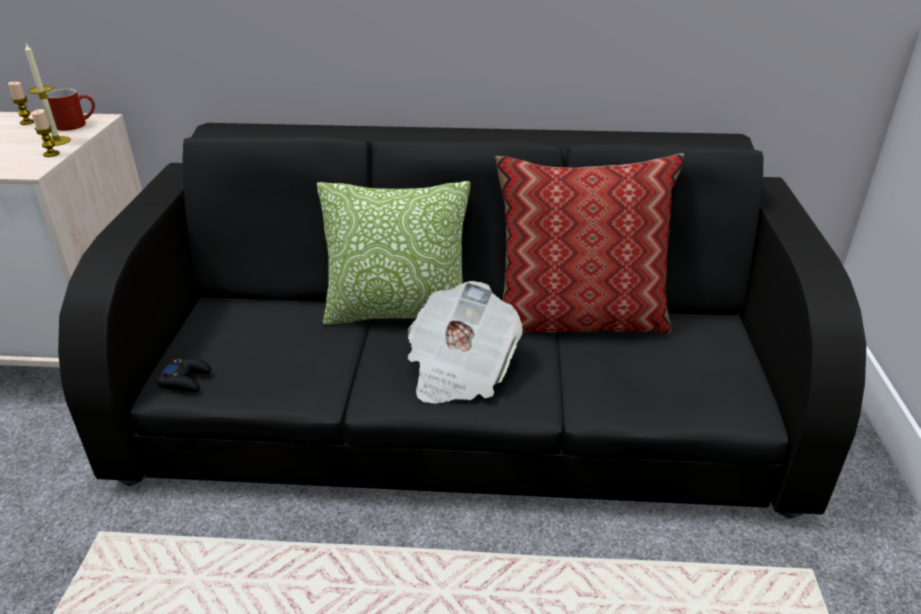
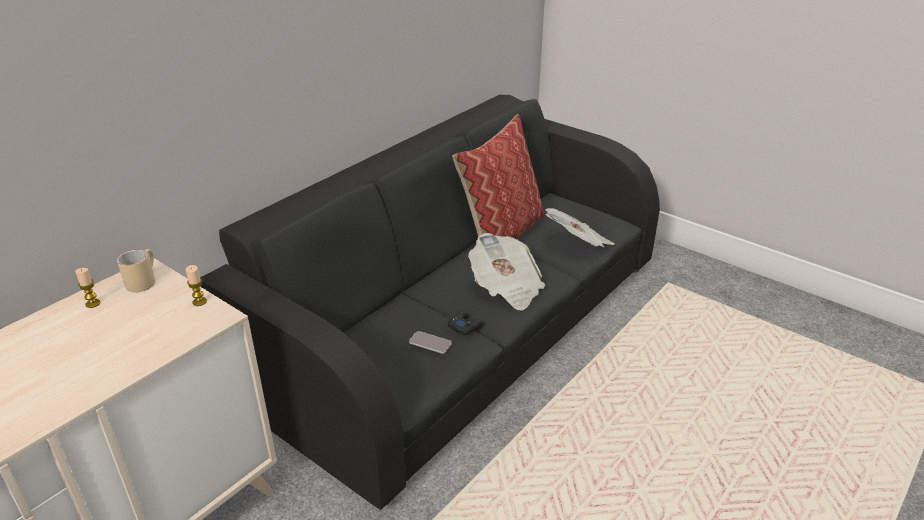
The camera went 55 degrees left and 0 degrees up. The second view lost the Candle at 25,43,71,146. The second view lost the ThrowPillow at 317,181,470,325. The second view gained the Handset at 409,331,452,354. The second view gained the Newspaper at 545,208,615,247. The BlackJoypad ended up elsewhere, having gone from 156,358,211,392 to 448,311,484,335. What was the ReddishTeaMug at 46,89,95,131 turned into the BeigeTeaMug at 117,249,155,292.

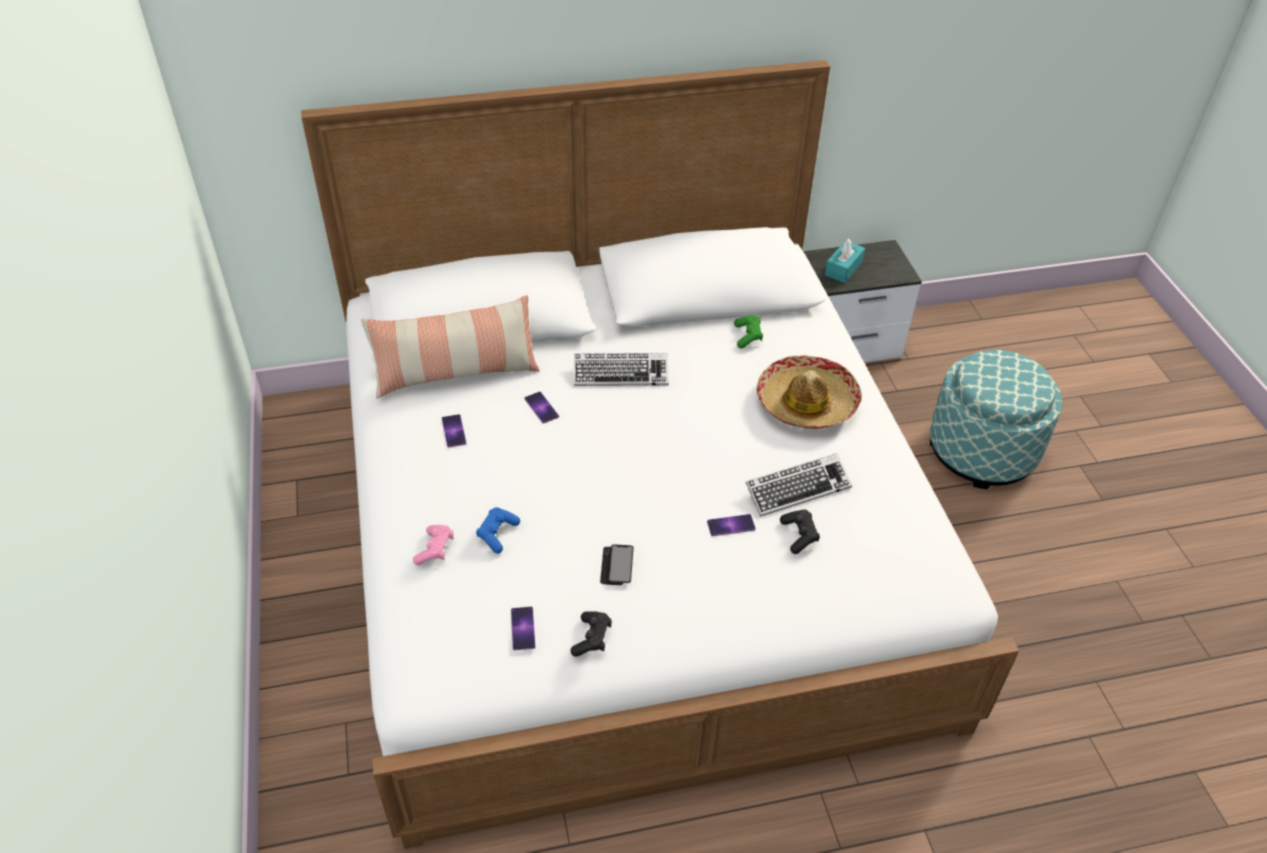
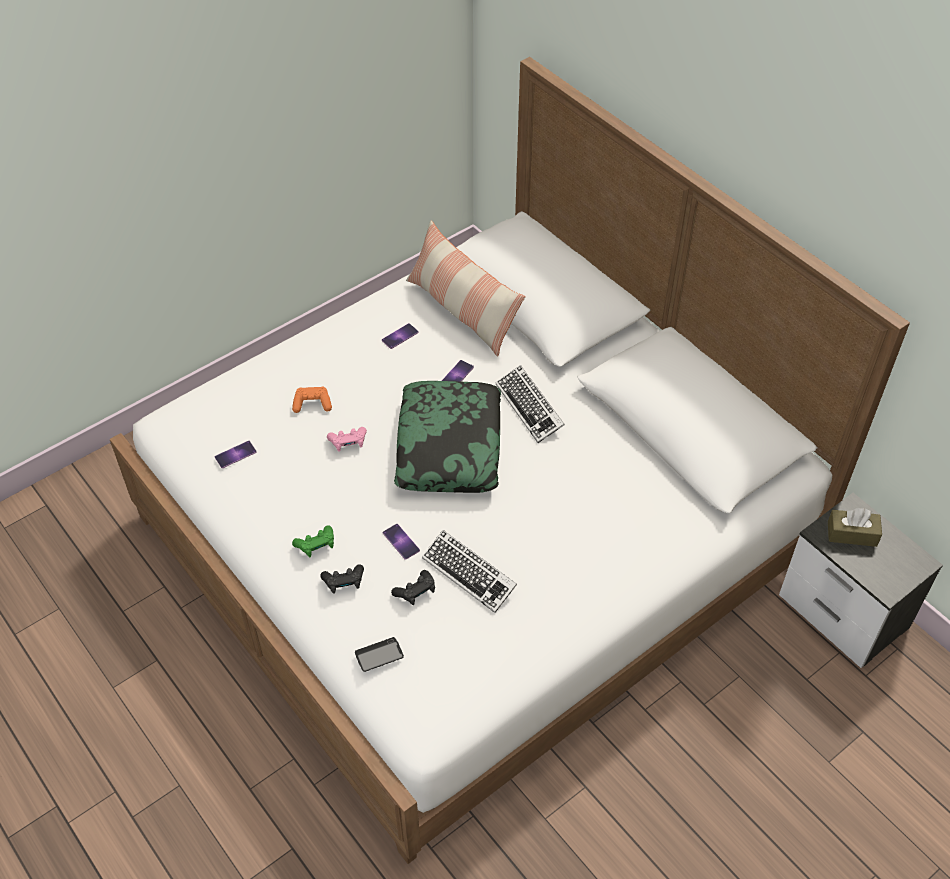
The camera went 65 degrees right and 5 degrees up. The second view lost the ClothingHat at 757,355,862,429. The second view lost the Pouffe at 930,350,1062,489. The second view gained the ThrowPillow at 394,381,501,493. The PinkColouredJoypad ended up elsewhere, having gone from 413,525,454,565 to 327,427,367,452. The BlackJoypad ended up elsewhere, having gone from 571,611,612,657 to 320,564,364,594. The Handset ended up elsewhere, having gone from 600,544,634,585 to 355,637,404,672. The GreenishJoypad ended up elsewhere, having gone from 734,315,763,348 to 292,525,334,557. What was the BlueColouredJoypad at 476,507,520,554 turned into the OrangeColouredJoypad at 292,386,332,413. What was the TurquoiseColouredTissueHolder at 825,238,865,283 turned into the BrownColouredTissueHolder at 828,508,882,547.

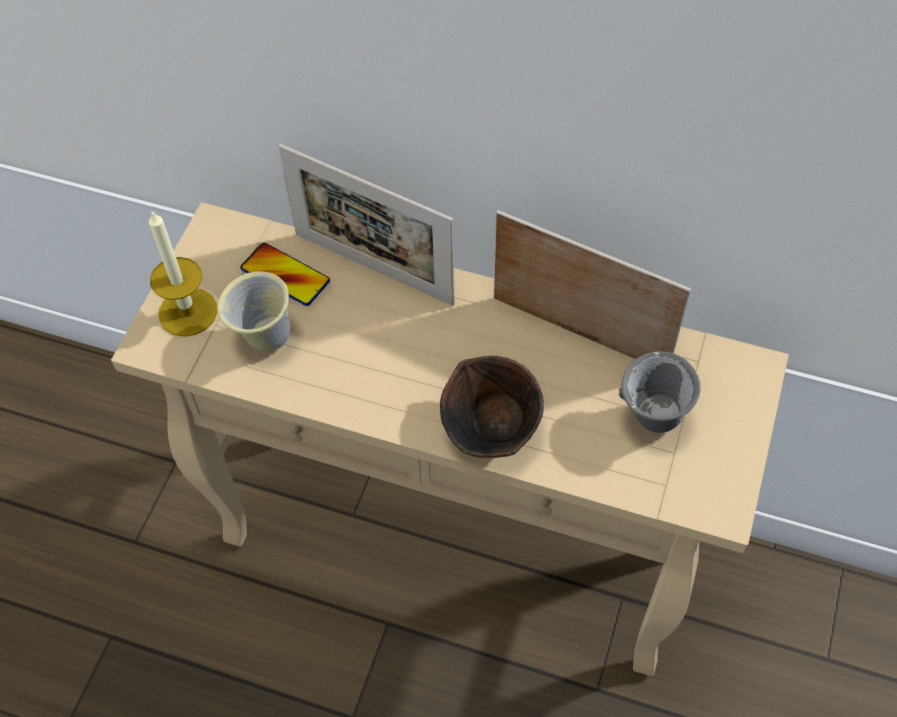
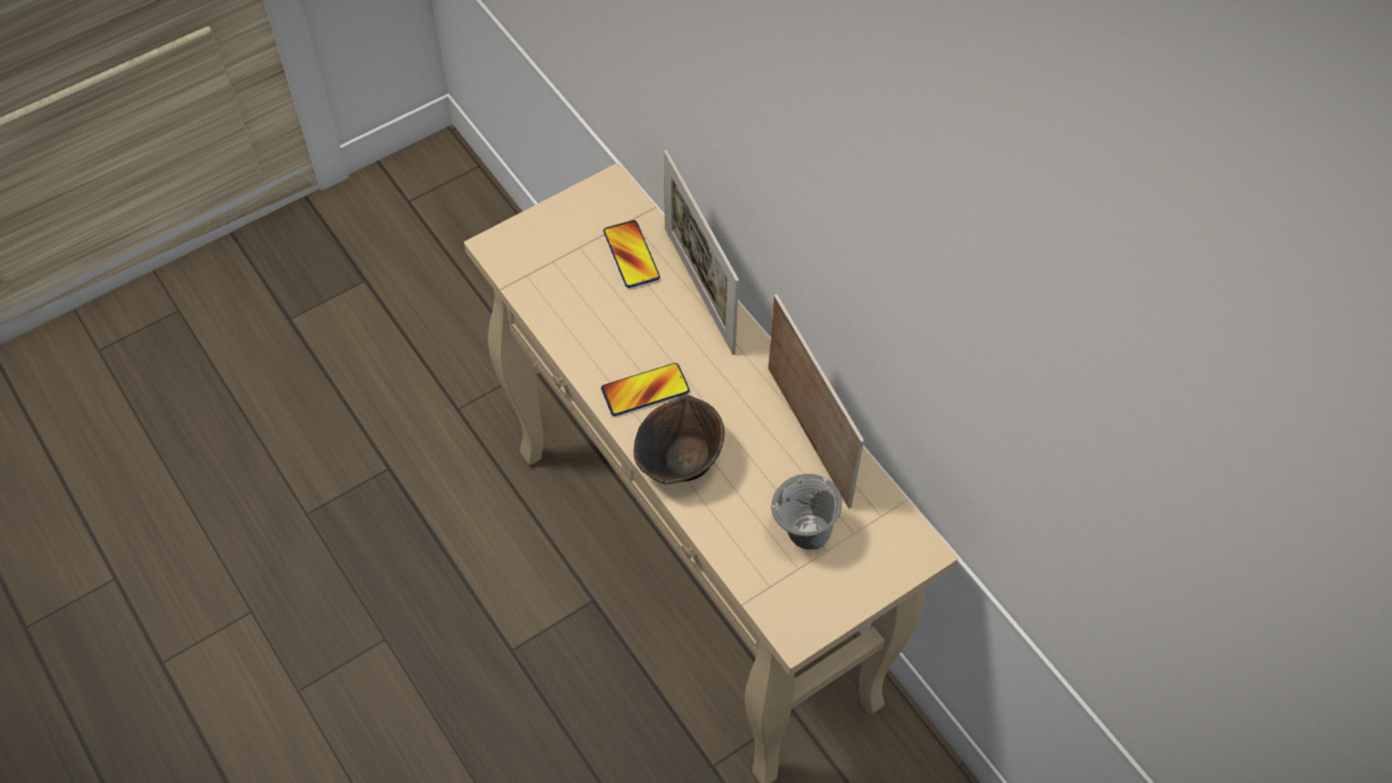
The camera went 35 degrees right and 0 degrees up. The second view lost the Candle at 149,211,217,337. The second view lost the BeigeTeaMug at 218,271,290,351. The second view gained the Handset at 601,363,690,416.

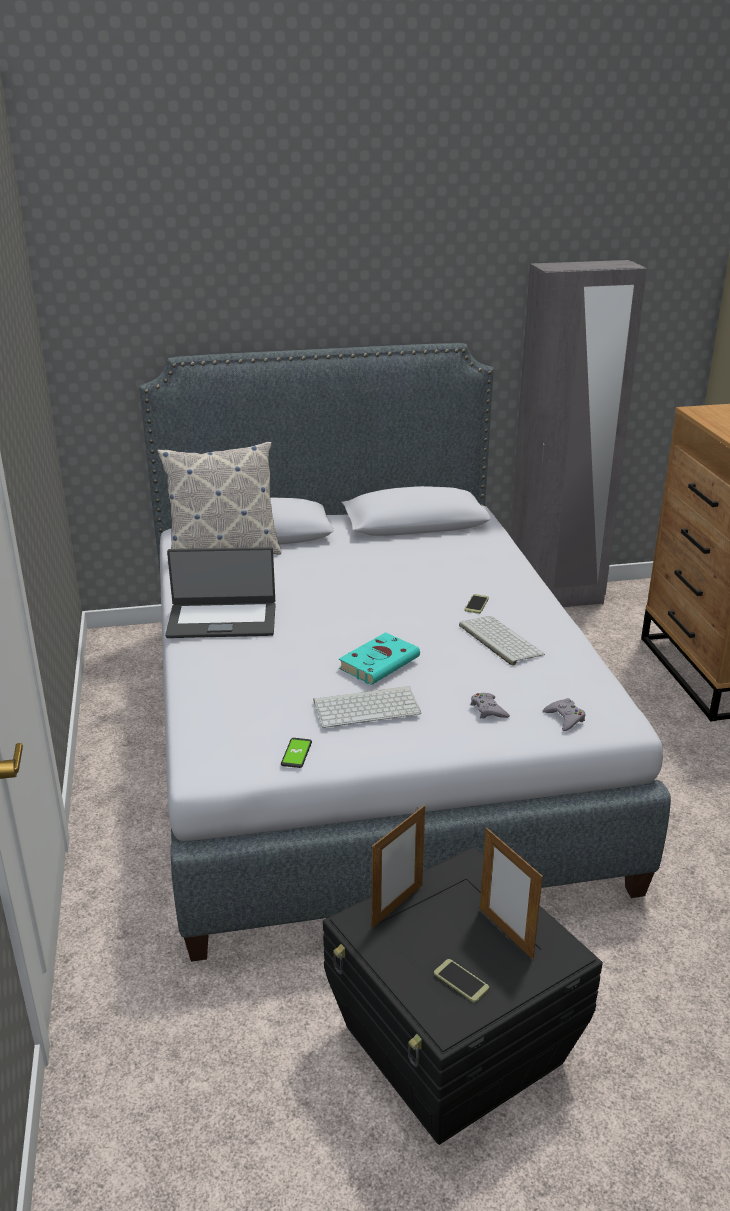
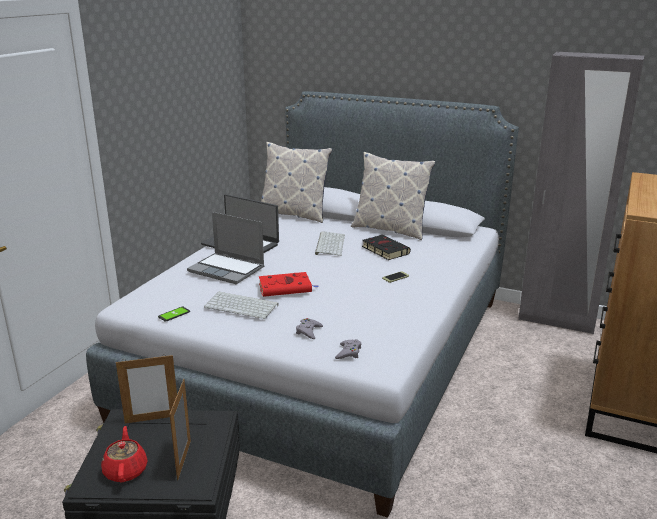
The camera went 35 degrees right and 5 degrees down. The second view gained the NotebookComputer at 187,212,265,284. The second view gained the ThrowPillow at 351,152,436,240. The second view gained the BlackVolume at 362,235,411,260. The ComputerKeyboard ended up elsewhere, having gone from 459,616,545,666 to 315,231,345,256. Where the Handset stood at 434,959,489,1003, the ReddishTeaPot came to stand at 101,426,148,482. What was the TurquoiseColouredVolume at 339,632,420,685 turned into the ReddishVolume at 259,272,319,297.

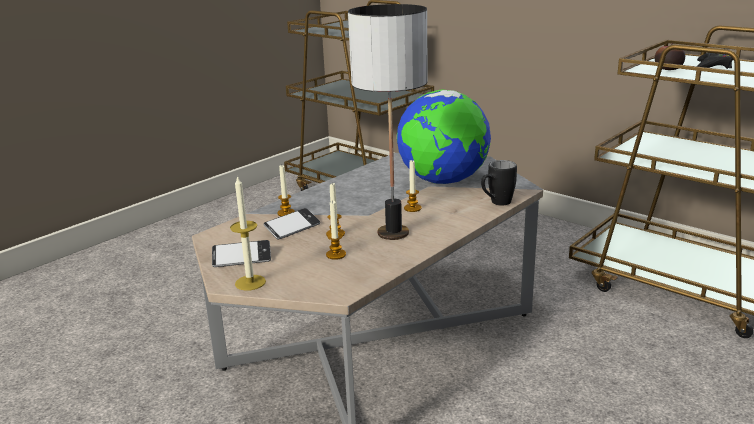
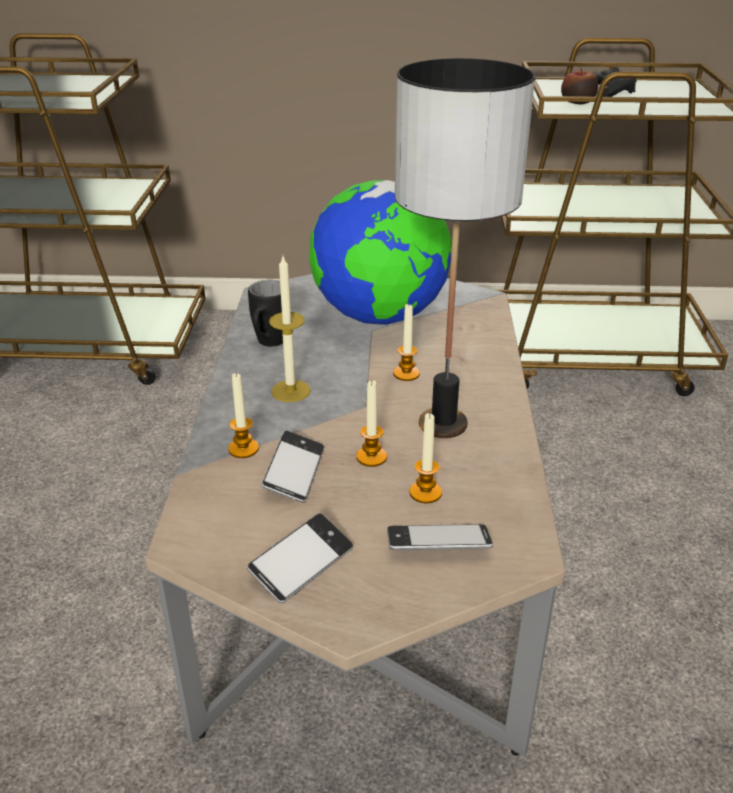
The camera went 40 degrees left and 10 degrees up. The second view gained the Handset at 387,524,493,550. The Candle ended up elsewhere, having gone from 230,175,266,291 to 269,256,311,402. The BlackTeaMug ended up elsewhere, having gone from 481,160,517,206 to 248,280,283,347.

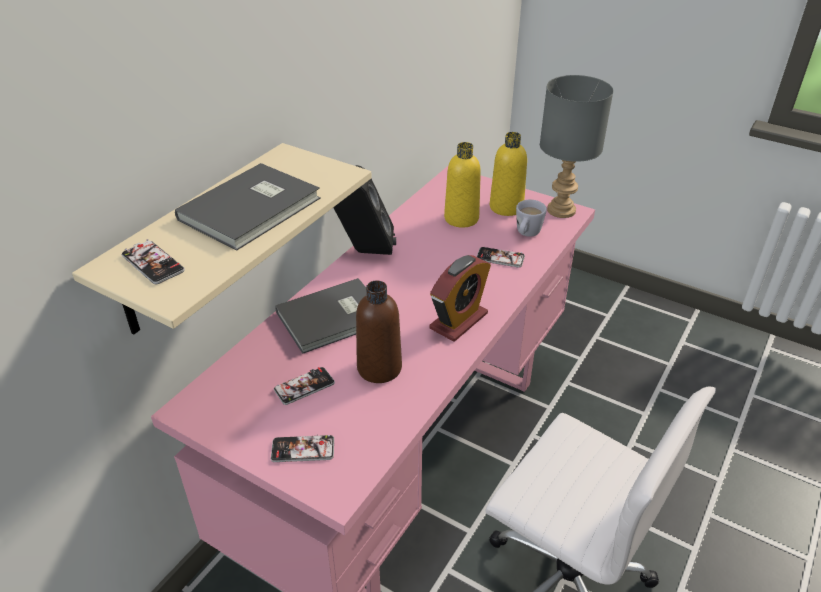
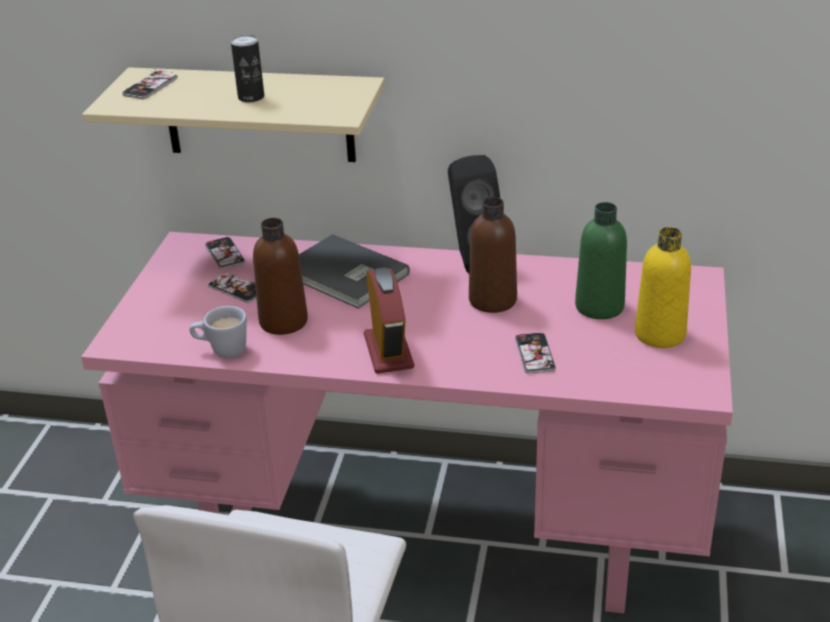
The camera went 70 degrees right and 5 degrees down. The second view lost the GreyLampForATable at 540,75,614,218. The second view gained the BrownColouredBeverageBottle at 469,197,517,313. The Handset ended up elsewhere, having gone from 271,435,334,462 to 205,237,245,269. The WhiteColouredTeaMug ended up elsewhere, having gone from 516,200,547,237 to 189,306,247,358. Where the GreyVolume stood at 175,163,321,250, the MetalCan came to stand at 231,35,264,102. What was the YellowColouredBeverageBottle at 444,142,481,228 turned into the GreenishBeverageBottle at 575,202,627,319. The BedsideClock at 430,255,491,342 ended up facing another way, 120 degrees counterclockwise from before.

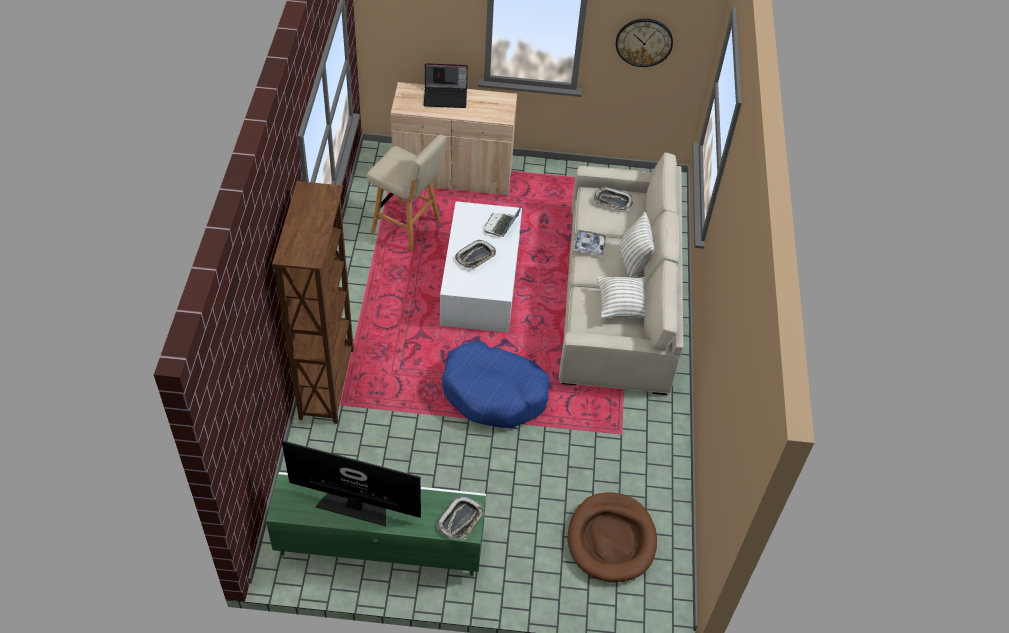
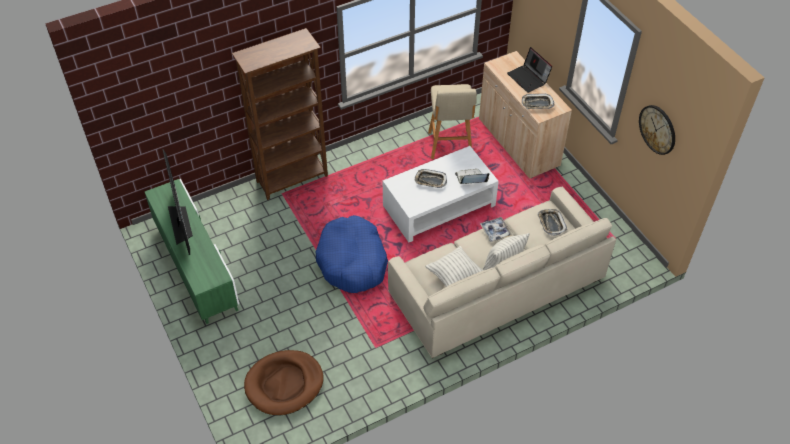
The camera went 60 degrees right and 0 degrees up. The ServingTray ended up elsewhere, having gone from 437,496,484,540 to 522,94,555,109.

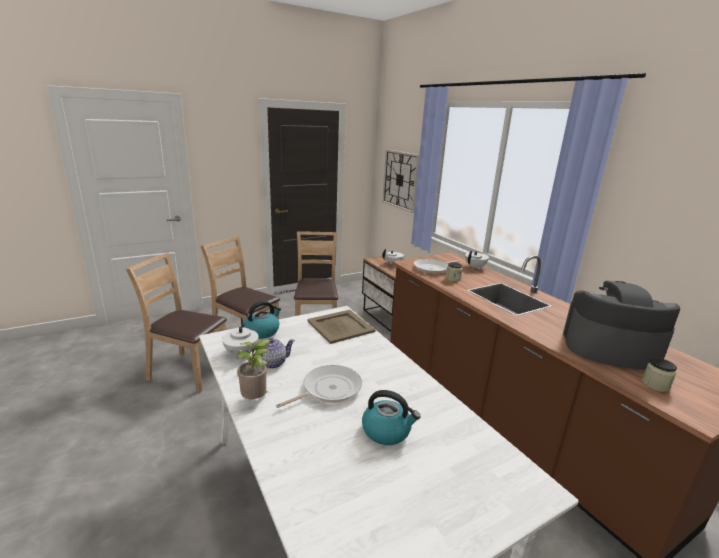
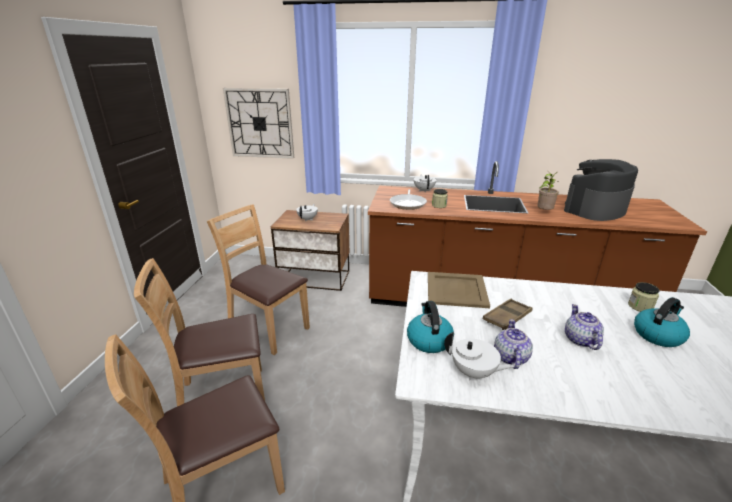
The camera went 50 degrees left and 5 degrees up. The second view gained the BrownColouredServingTray at 483,299,533,330. The PottedPlant ended up elsewhere, having gone from 236,339,271,399 to 537,172,560,210. The StorageJar ended up elsewhere, having gone from 642,358,677,392 to 628,282,659,312. Where the FryingPan stood at 276,365,362,408, the TeaPot came to stand at 565,304,604,350.

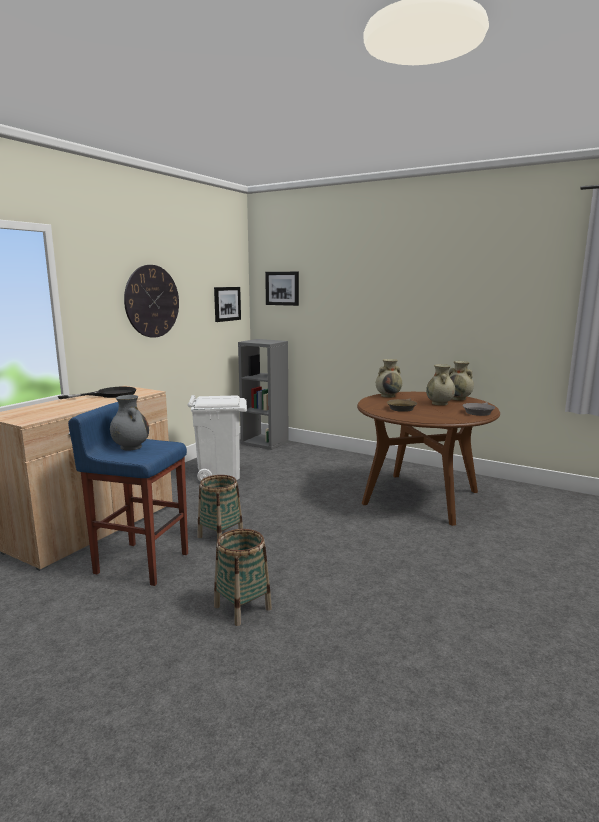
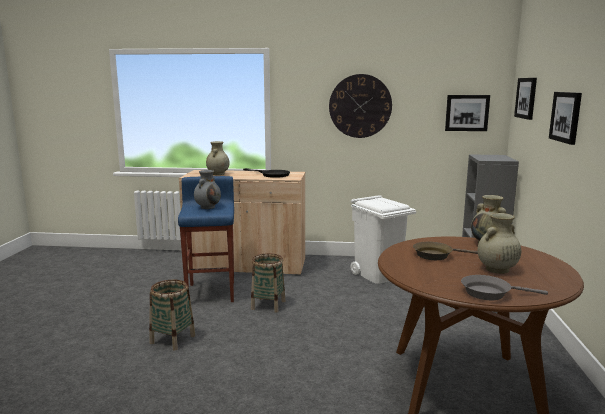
The camera went 65 degrees right and 0 degrees up. The second view gained the WallArt at 549,92,582,145. The BeigeDecorativeVase ended up elsewhere, having gone from 449,361,474,400 to 206,141,230,175.

